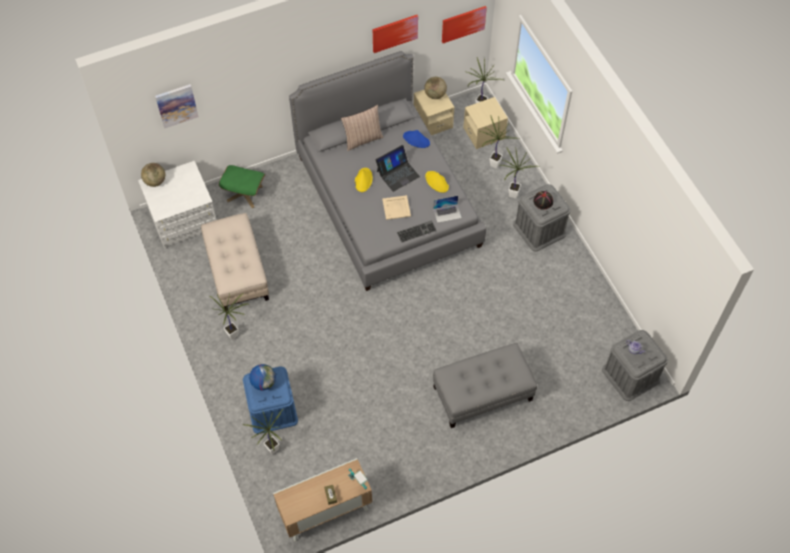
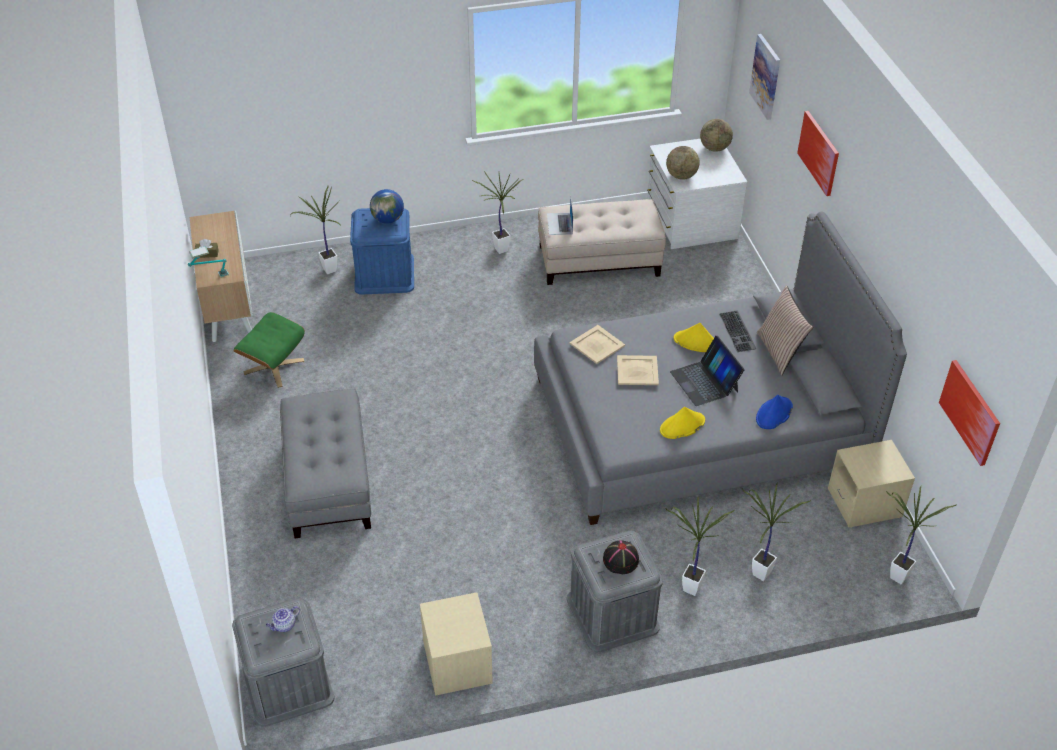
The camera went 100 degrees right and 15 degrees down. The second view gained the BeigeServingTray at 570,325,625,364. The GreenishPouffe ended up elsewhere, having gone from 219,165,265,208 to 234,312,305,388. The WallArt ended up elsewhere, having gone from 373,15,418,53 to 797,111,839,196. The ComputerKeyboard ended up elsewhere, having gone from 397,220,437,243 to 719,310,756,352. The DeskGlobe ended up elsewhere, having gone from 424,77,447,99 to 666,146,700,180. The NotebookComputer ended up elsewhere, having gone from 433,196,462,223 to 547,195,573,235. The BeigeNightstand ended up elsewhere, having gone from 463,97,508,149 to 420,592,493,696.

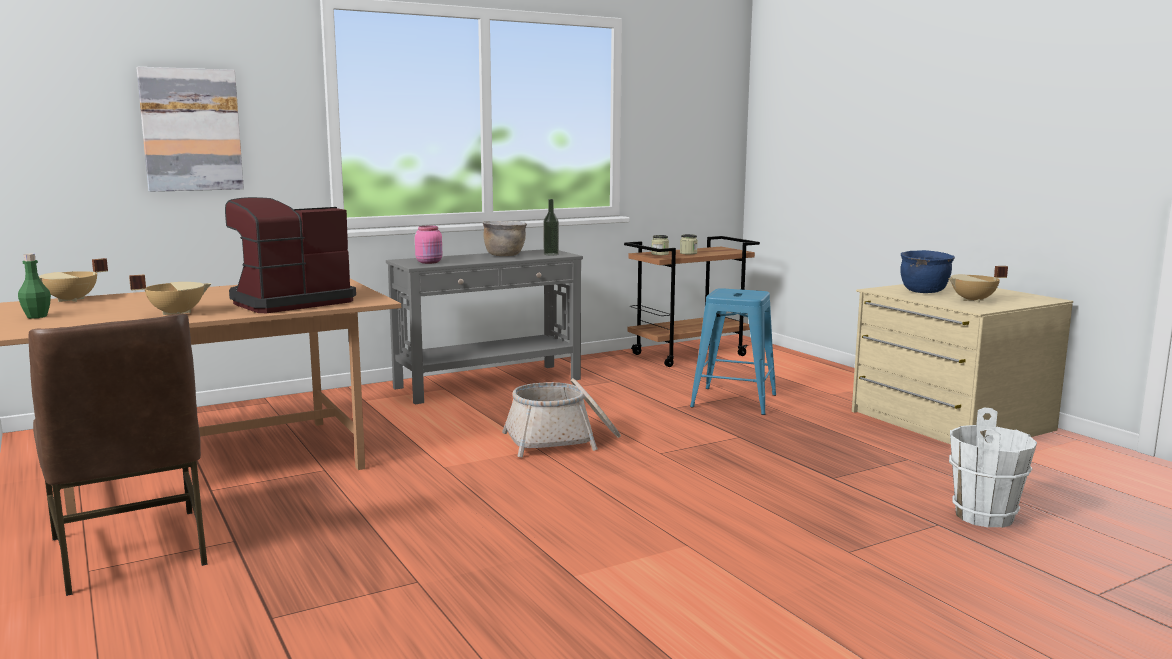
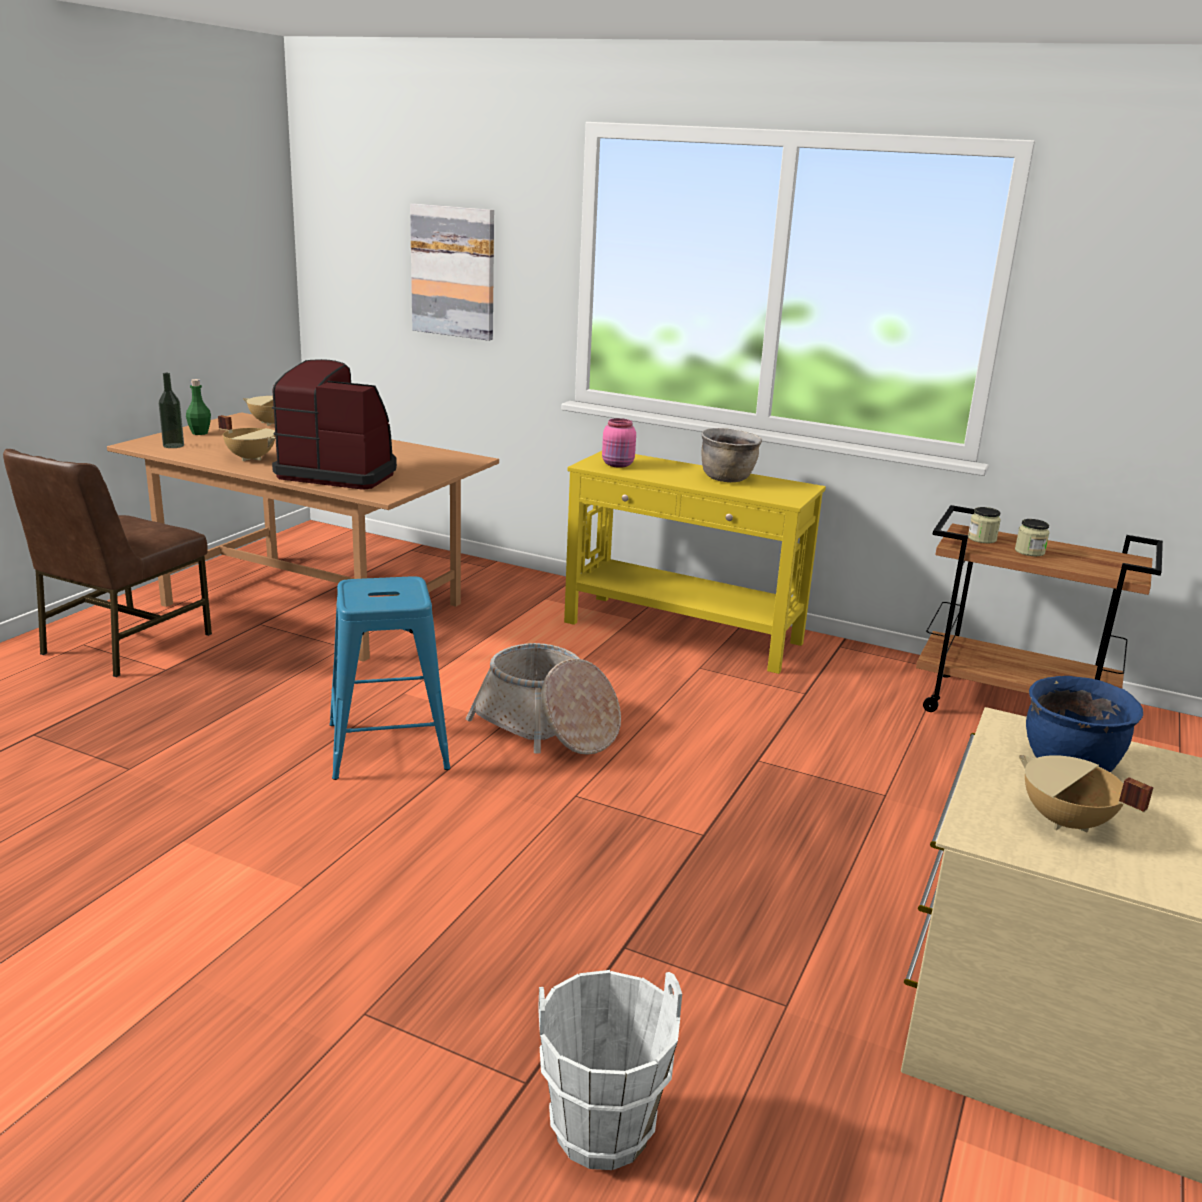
The camera went 55 degrees right and 10 degrees up. The BeverageBottle ended up elsewhere, having gone from 543,199,559,255 to 159,373,184,448. The BlueColouredSittingStool ended up elsewhere, having gone from 690,288,776,415 to 329,576,450,780. What was the GreyConsoleTable at 386,249,583,404 turned into the YellowColouredConsoleTable at 564,451,826,674.

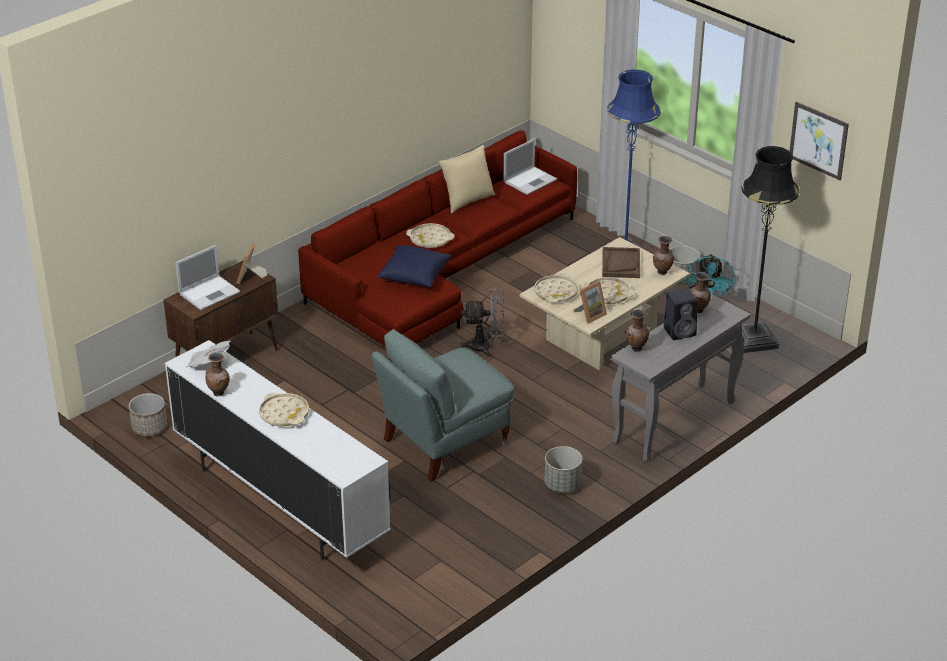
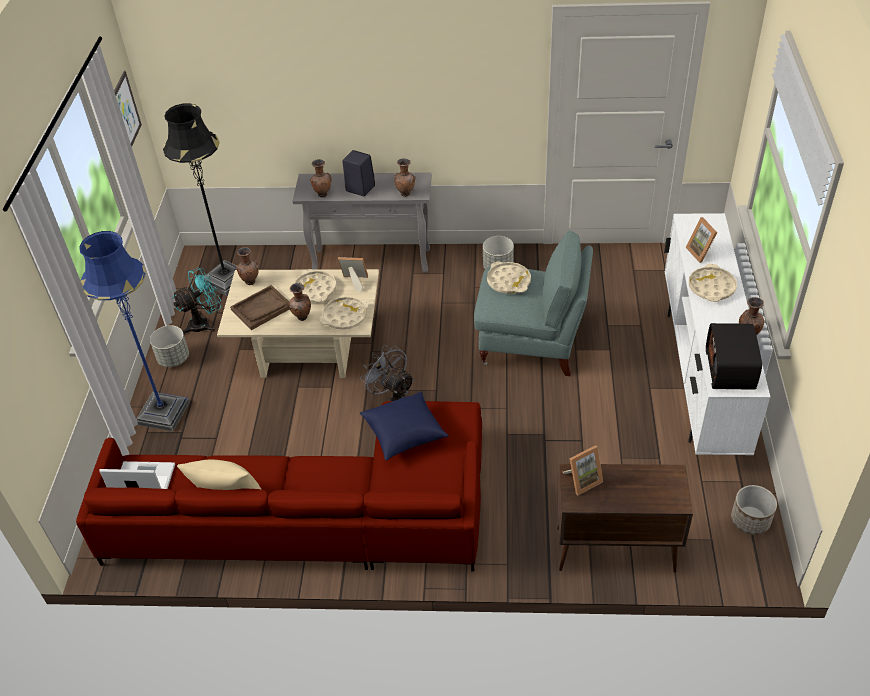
The camera went 130 degrees left and 10 degrees up. The second view lost the NotebookComputer at 175,245,240,310. The second view gained the BrownColouredDecorativeVase at 289,283,311,321. The second view gained the StandingFrame at 686,217,717,263. The BeigeServingTray ended up elsewhere, having gone from 406,223,455,248 to 487,262,531,294. Where the Newspaper stood at 186,340,231,368, the RadioReceiver came to stand at 706,323,762,390.

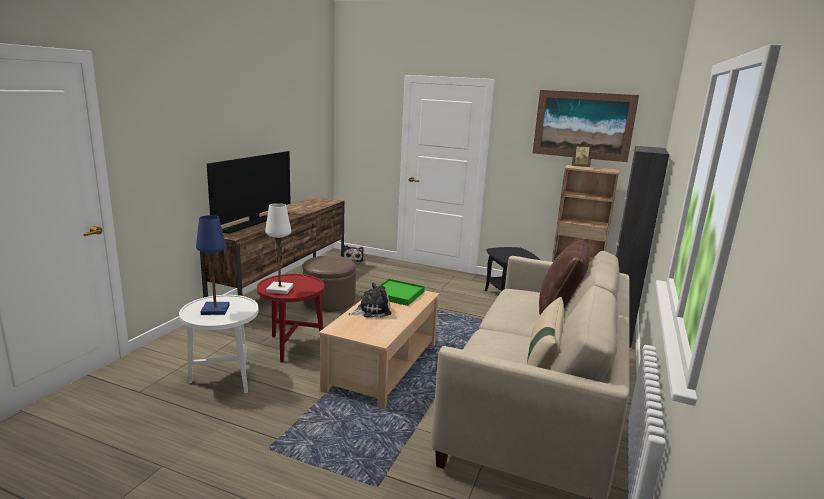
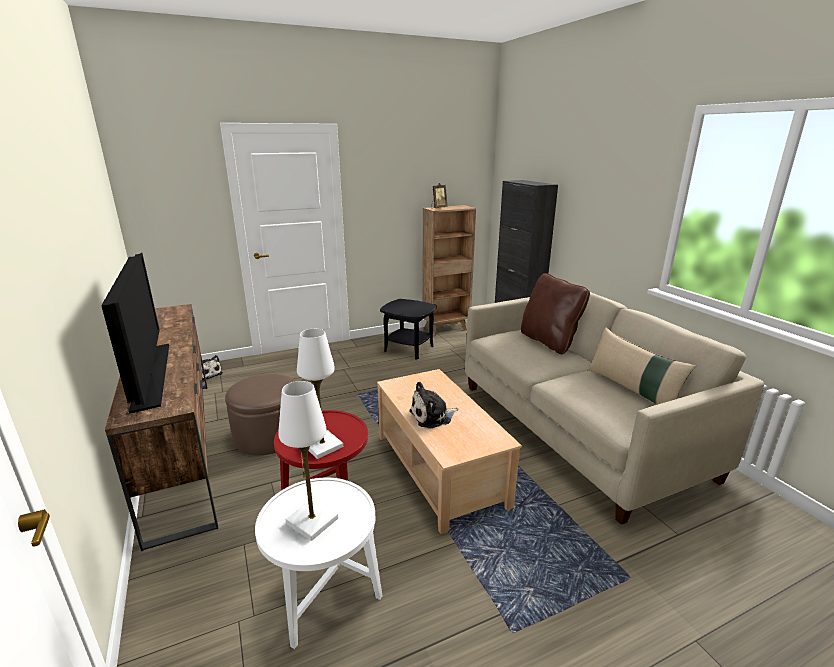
The camera went 45 degrees left and 5 degrees up. The second view lost the GreenishServingTray at 379,279,425,306. The second view lost the WallArt at 533,90,639,162. What was the BlueColouredLampForATable at 196,215,230,315 turned into the WhiteColouredLampForATable at 278,381,338,541. The CuddlyToy at 348,283,392,318 ended up facing another way, 135 degrees counterclockwise from before.

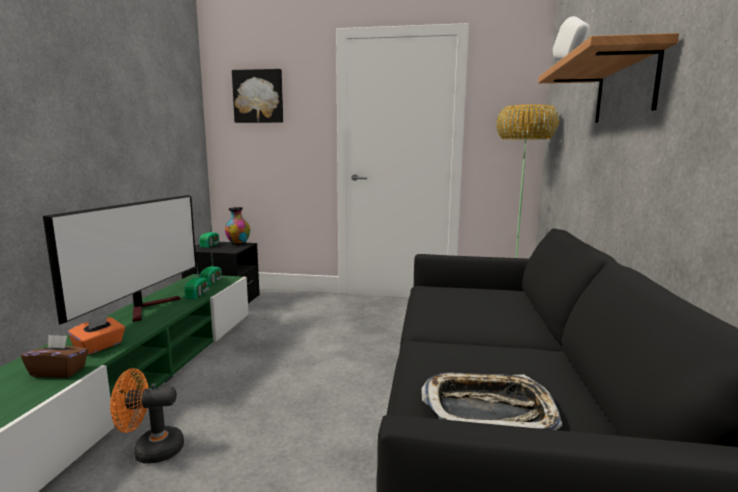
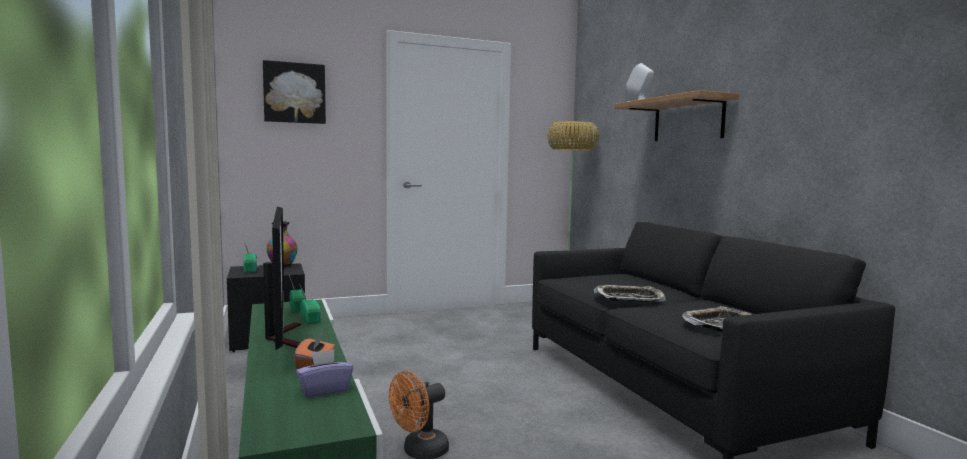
The camera went 30 degrees left and 5 degrees down. The second view gained the ServingTray at 594,285,666,303. What was the BrownColouredTissueHolder at 21,335,89,378 turned into the PurpleColouredTissueHolder at 296,349,353,398.

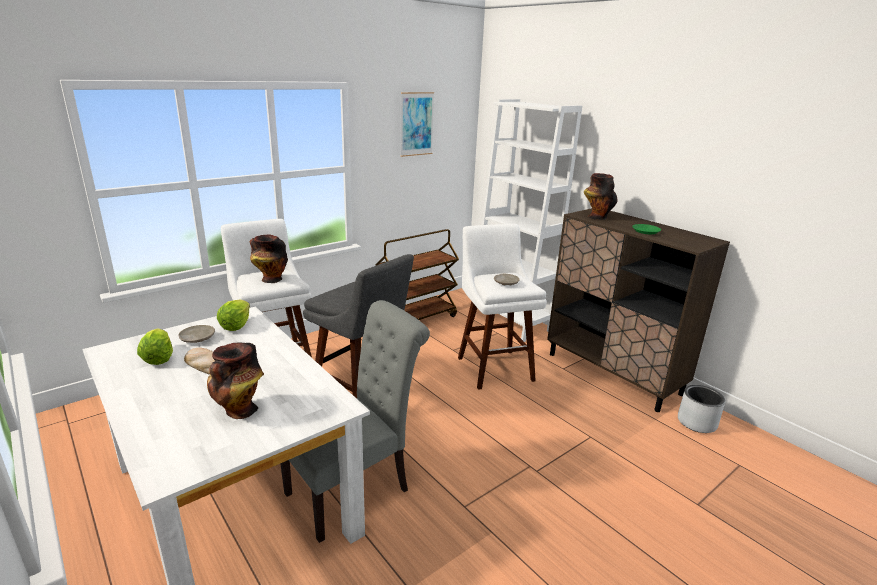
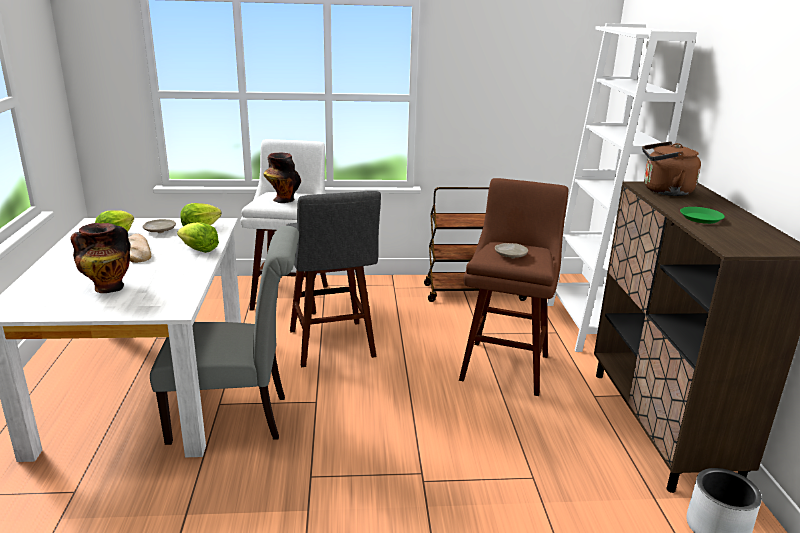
The camera went 35 degrees right and 0 degrees up. The second view lost the WallArt at 401,92,434,157. The second view gained the Lettuce at 177,222,219,253. Where the DecorativeVase stood at 584,173,618,220, the BrownColouredTeaKettle came to stand at 642,142,701,196. What was the WhiteColouredSittingStool at 458,224,547,390 turned into the BrownColouredSittingStool at 459,178,568,396.

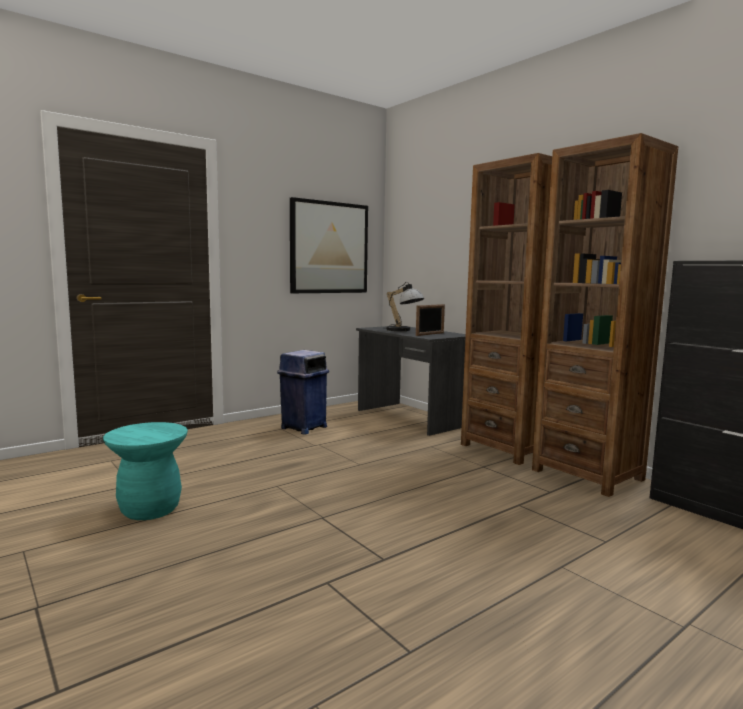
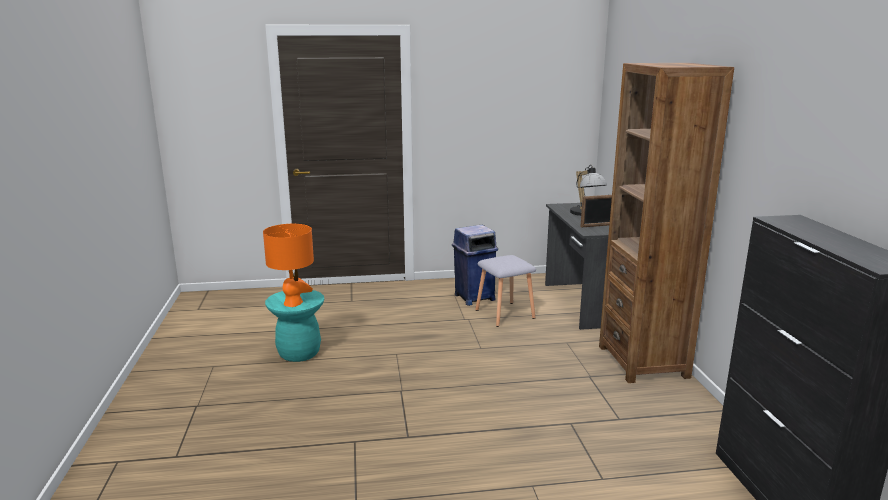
The camera went 30 degrees right and 10 degrees up. The second view lost the WallArt at 290,197,368,293. The second view lost the BrownColouredShelvingUnit at 532,133,678,497. The second view gained the OrangeColouredLampForATable at 263,224,314,307. The second view gained the GreySittingStool at 475,255,536,327.

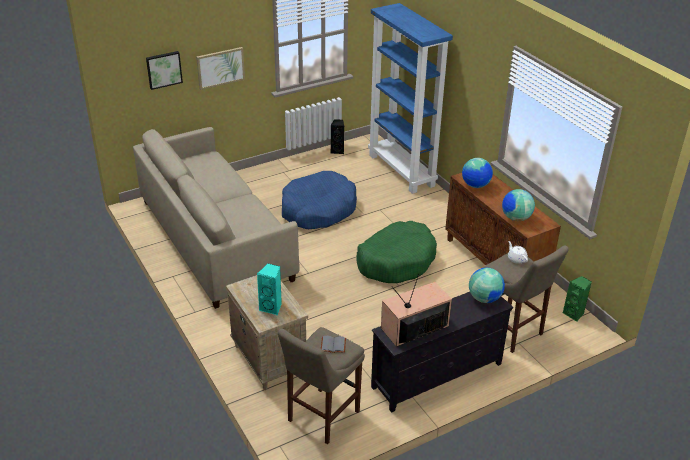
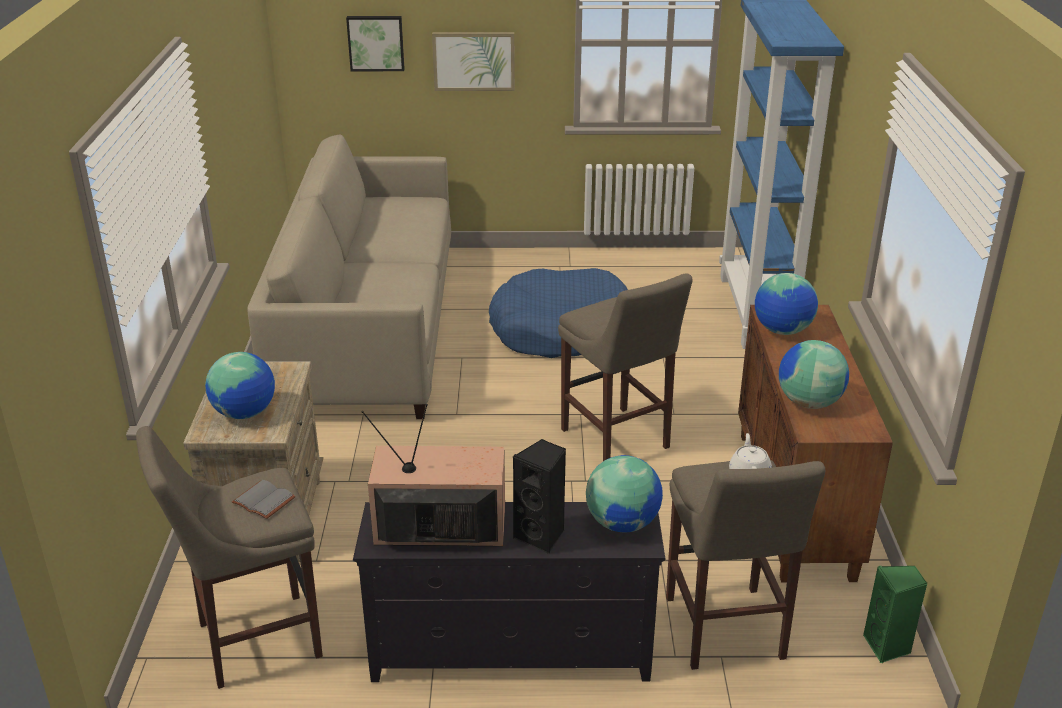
The camera went 30 degrees right and 5 degrees down. The BlackAudioSpeaker ended up elsewhere, having gone from 331,119,344,154 to 513,439,566,554. Where the TurquoiseColouredAudioSpeaker stood at 257,263,282,315, the DeskGlobe came to stand at 205,352,275,419. Where the GreenishDogCushion stood at 356,221,437,283, the BeigeSittingStool came to stand at 558,273,693,461.

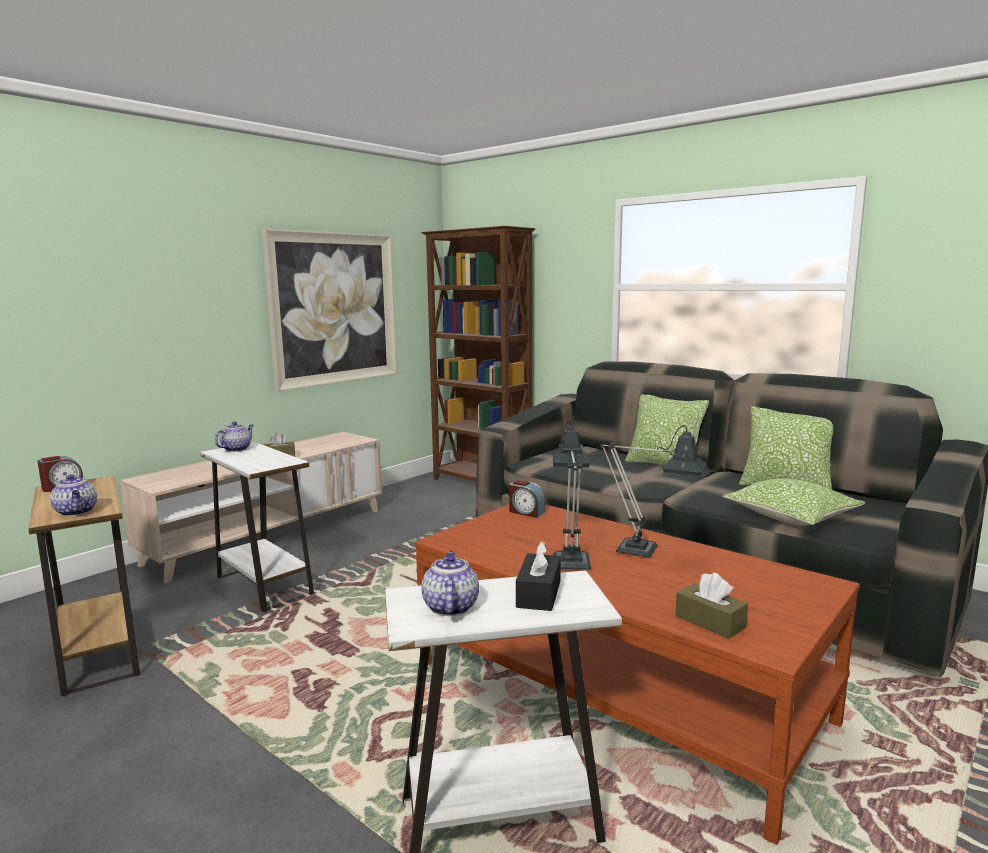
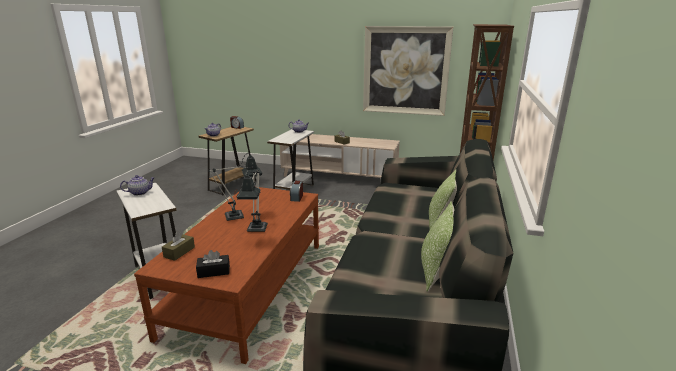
The camera went 65 degrees right and 10 degrees up. The second view lost the ThrowPillow at 722,479,866,525. The BlackTissueHolder ended up elsewhere, having gone from 516,541,561,611 to 196,250,230,278.

